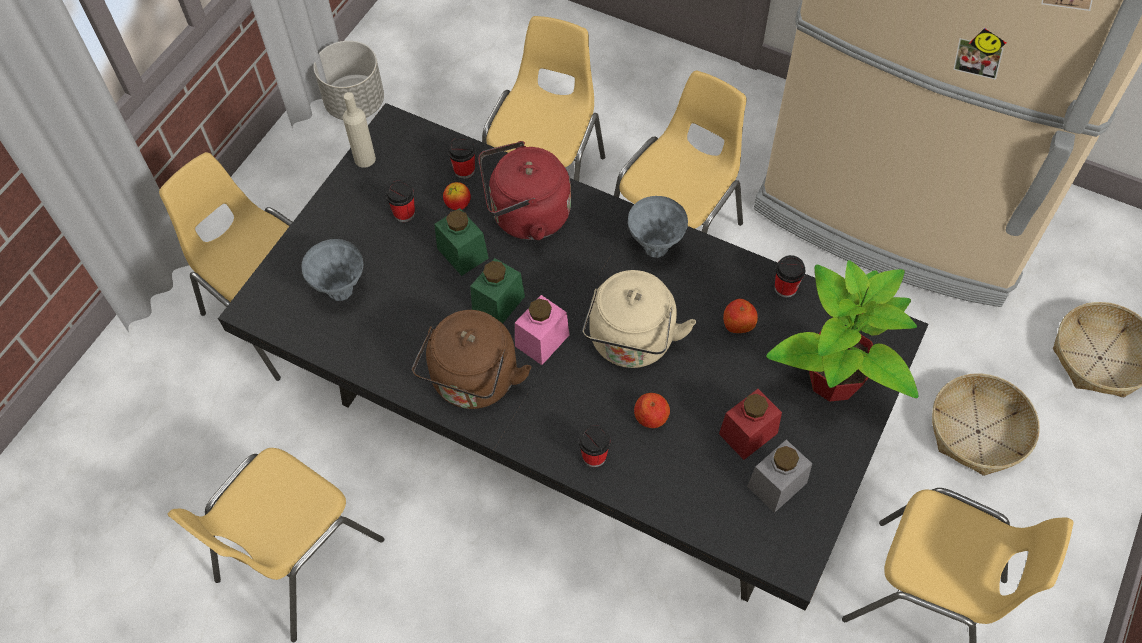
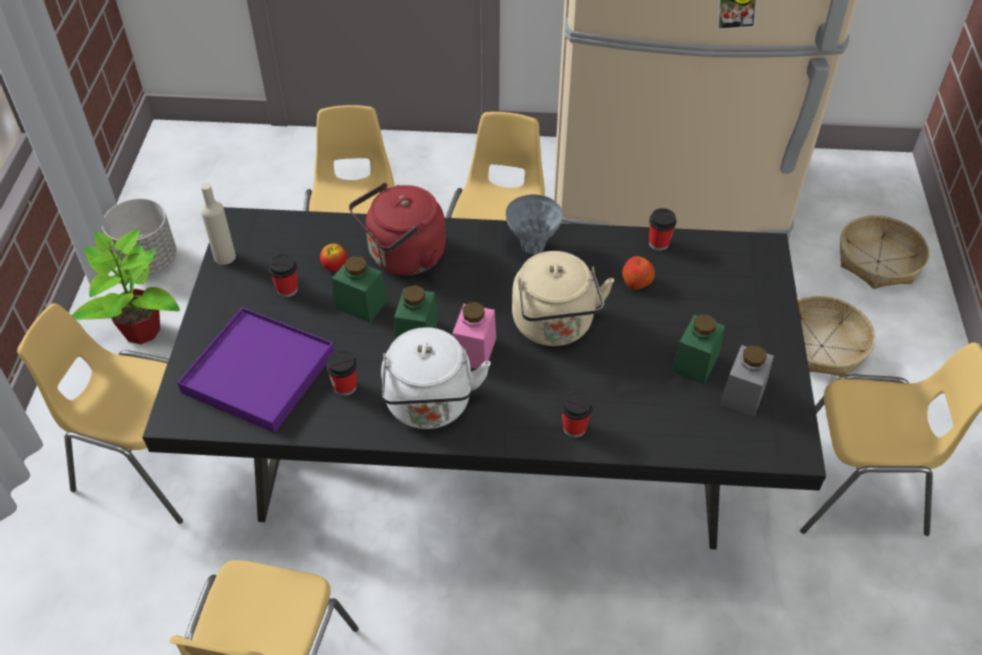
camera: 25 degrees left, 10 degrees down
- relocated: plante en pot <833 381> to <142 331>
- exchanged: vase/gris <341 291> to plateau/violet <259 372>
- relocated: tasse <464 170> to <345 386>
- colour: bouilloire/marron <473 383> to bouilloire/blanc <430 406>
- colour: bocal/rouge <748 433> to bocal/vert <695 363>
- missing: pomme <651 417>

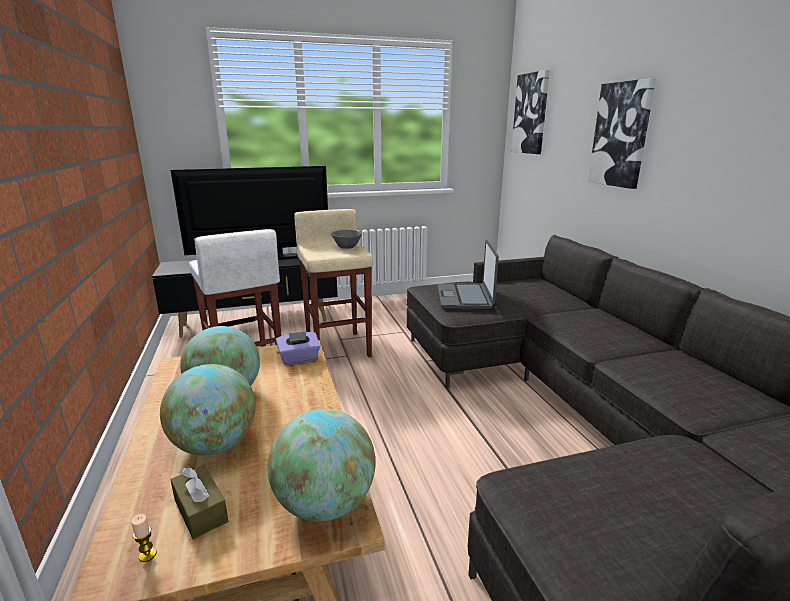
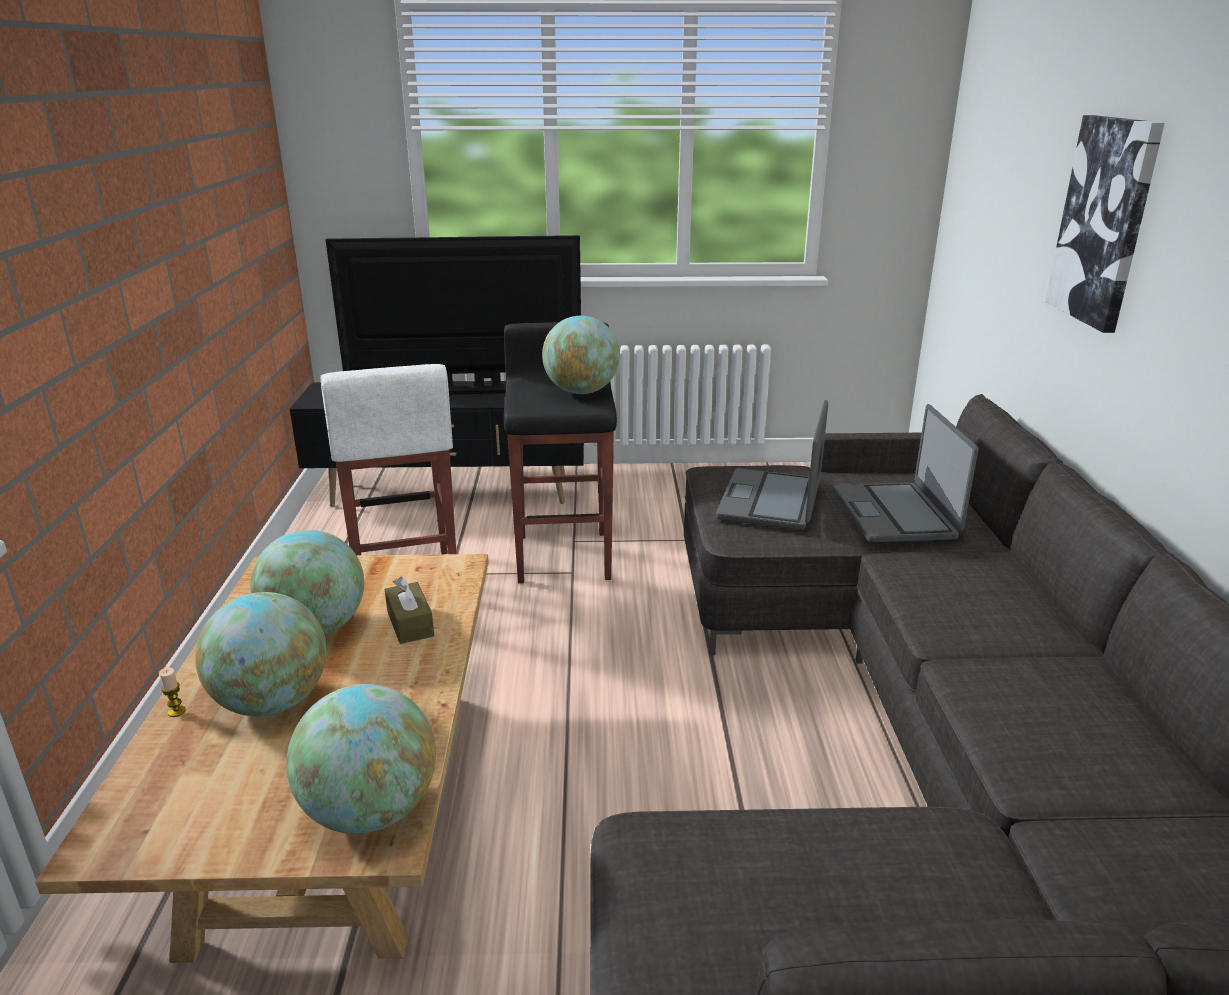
camera: 15 degrees right, 5 degrees up
- relocated: bougie <147 555> to <176 711>
- relocated: boîte à mouchoirs/marron <201 510> to <410 624>
- colour: tabouret/beige <338 347> to tabouret/noir <565 555>
- exchanged: bol/gris <346 247> to globe <581 392>
- appeared: ordinateur portable <895 514>
- missing: boîte à mouchoirs/violet <299 358>
- missing: tableau <531 114>

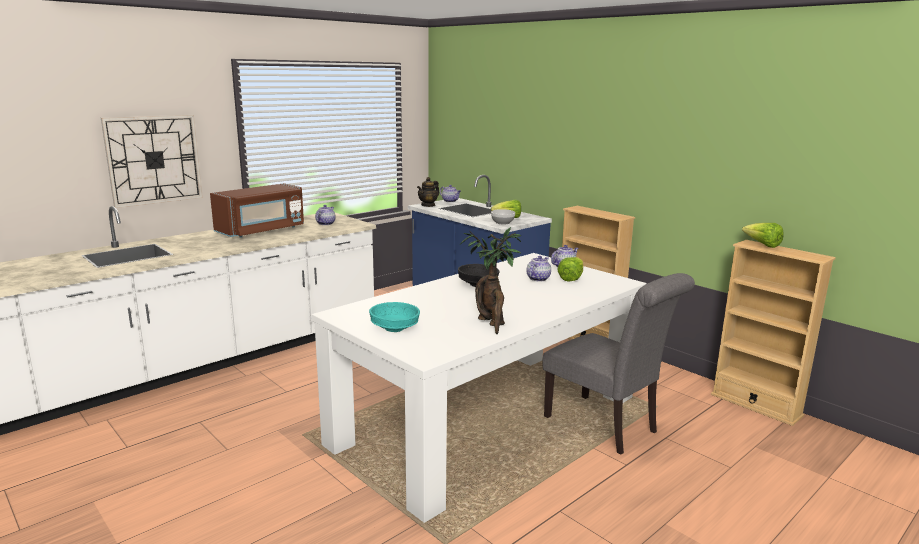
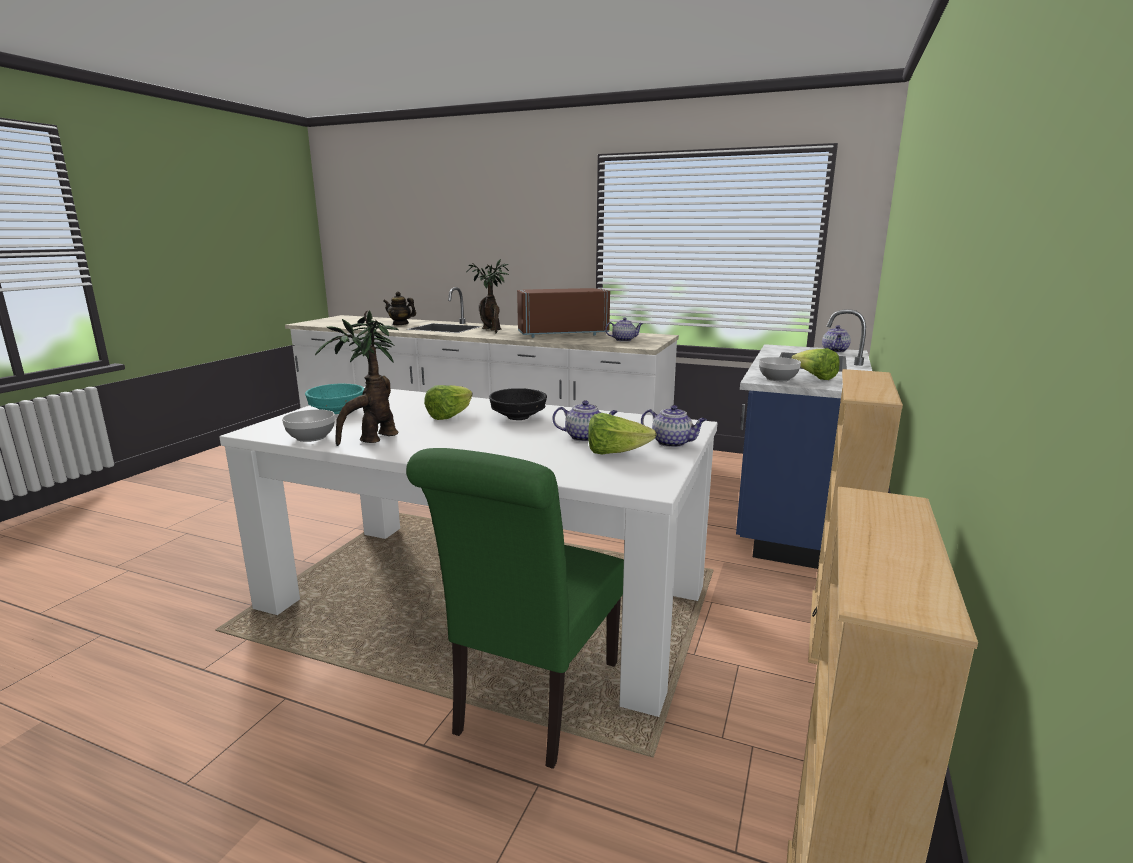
camera: 65 degrees right, 0 degrees up
- appeared: bol <311 437>
- relocated: théière <428 205> to <400 324>
- colour: chaise/gris <606 426> to chaise/vert <532 703>
- relocated: laitue <762 245> to <449 416>
- appeared: plante en pot <492 330>
- spun: micro-ondes/marron <261 230> = <562 334> 150 degrees clockwise
- missing: horloge murale <154 160>

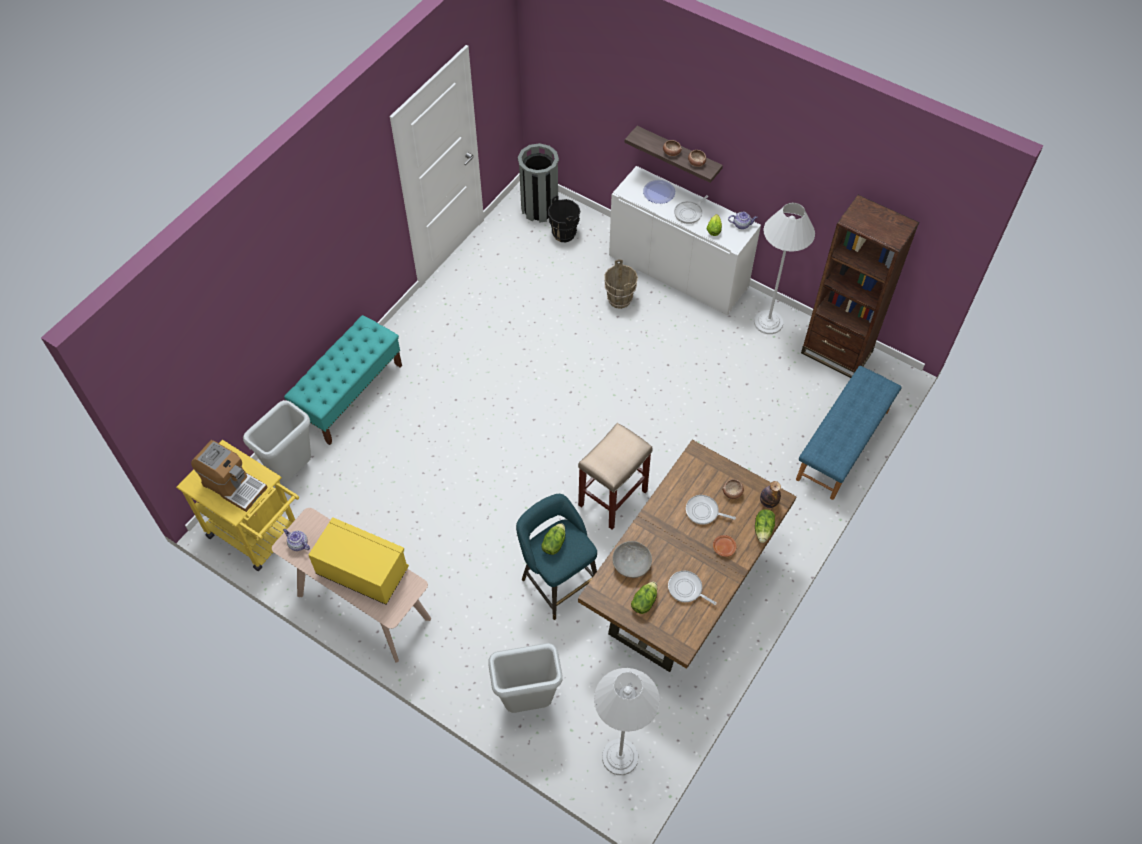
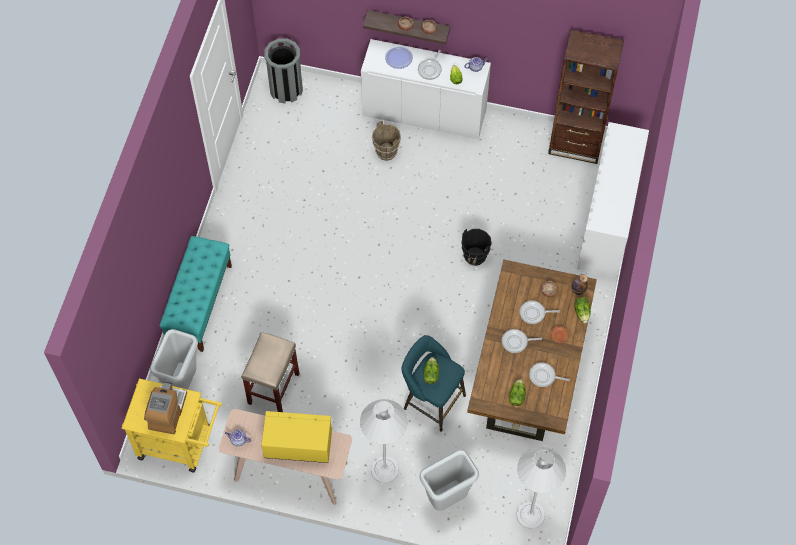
camera: 20 degrees left, 5 degrees up
- spun: machine à café <234 486> = <167 412> 90 degrees counterclockwise
- relocated: tabouret/beige <613 497> to <273 388>
- relocated: lampadaire/blanc <768 322> to <384 470>
- relocated: seau/noir <564 234> to <475 256>
- appeared: poêle <516 342>
- exchanged: banc/bleu <843 445> to meuble de rangement/blanc <607 221>
- missing: bol/gris <631 564>

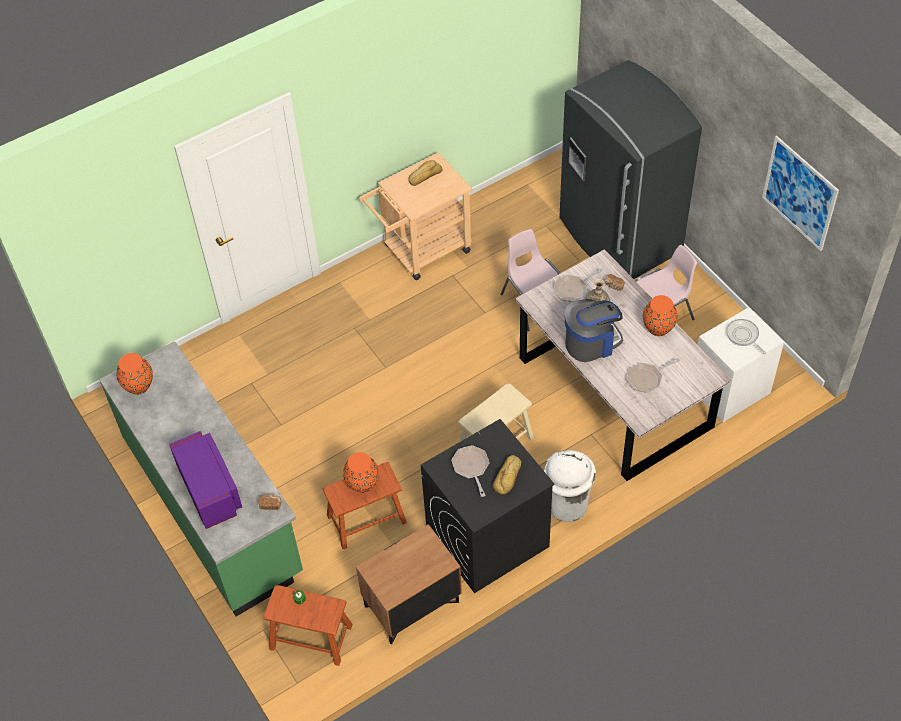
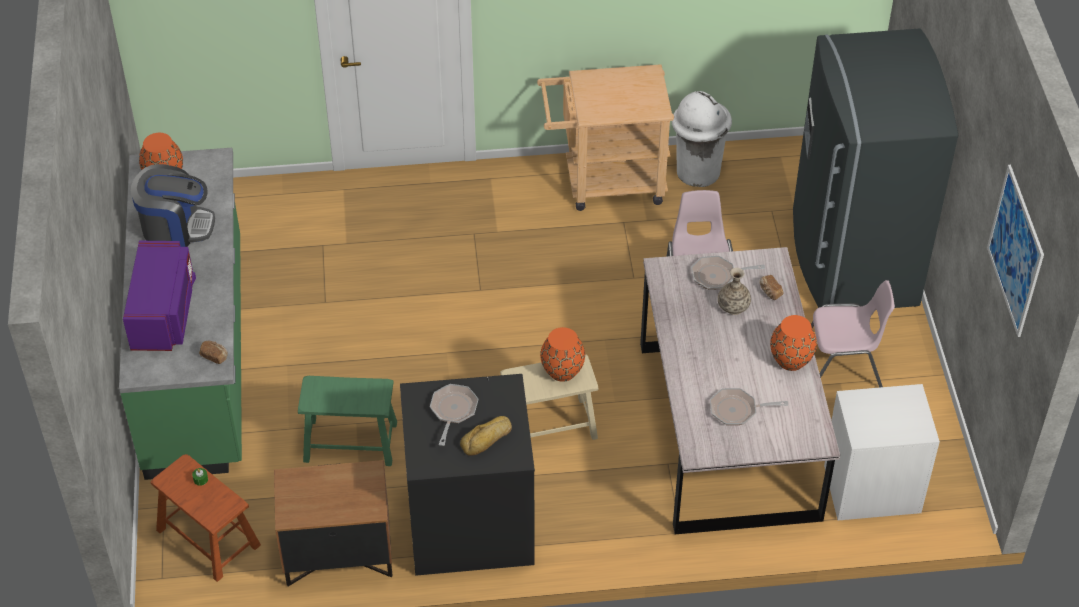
camera: 25 degrees right, 5 degrees down
- relocated: machine à café <591 343> to <176 227>
- colour: tabouret/marron <366 518> to tabouret/vert <350 441>
- relocated: vase/orange <362 483> to <562 371>
- relocated: poubelle/blanc <567 505> to <697 171>
- missing: pain <424 175>
- missing: poêle <743 336>

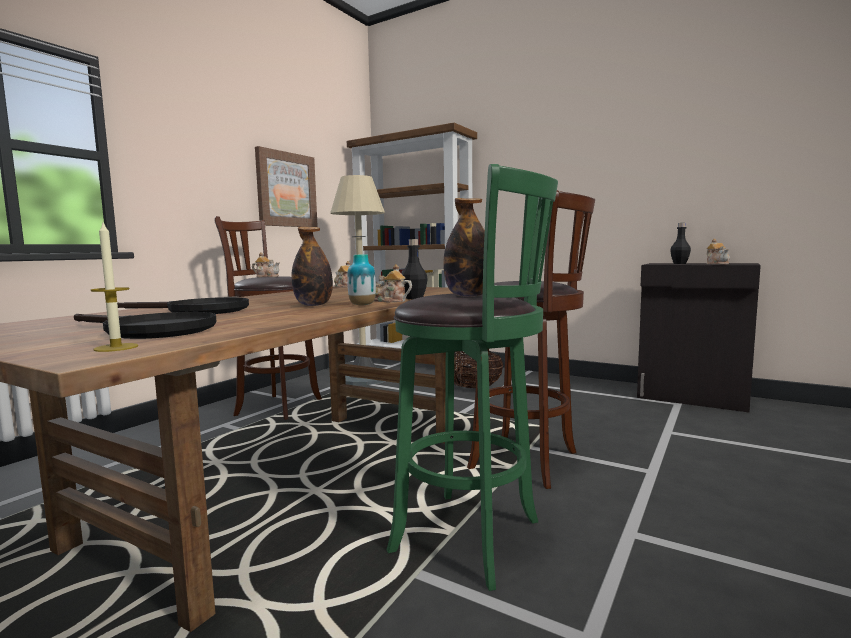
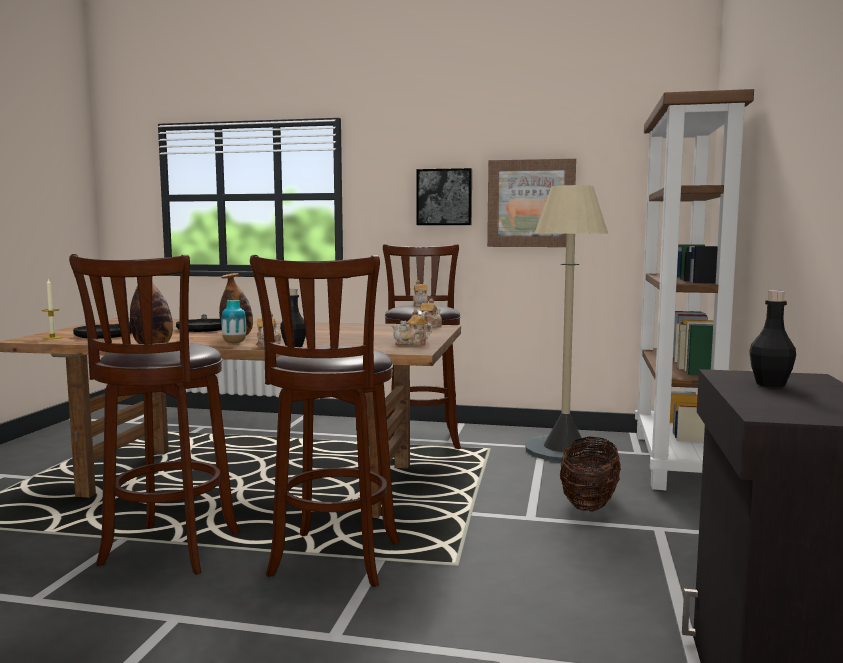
camera: 70 degrees right, 0 degrees up
- colour: tabouret/vert <474 538> to tabouret/marron <167 552>
- relocated: théière <717 264> to <412 343>
- appeared: tableau <444 197>

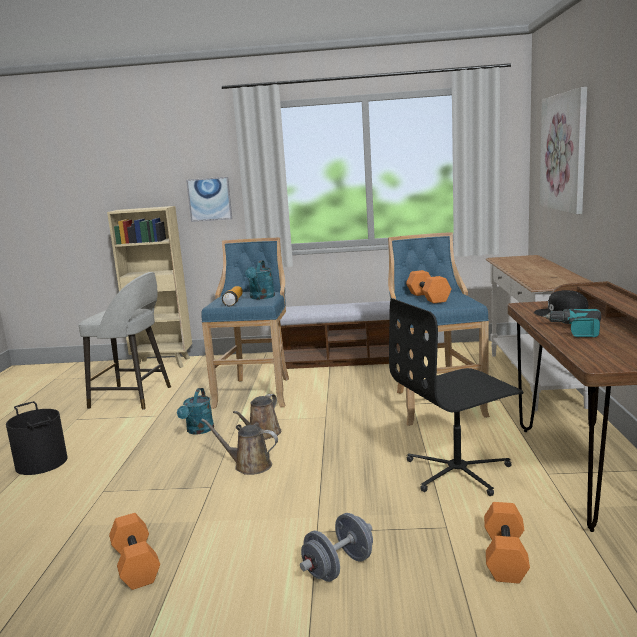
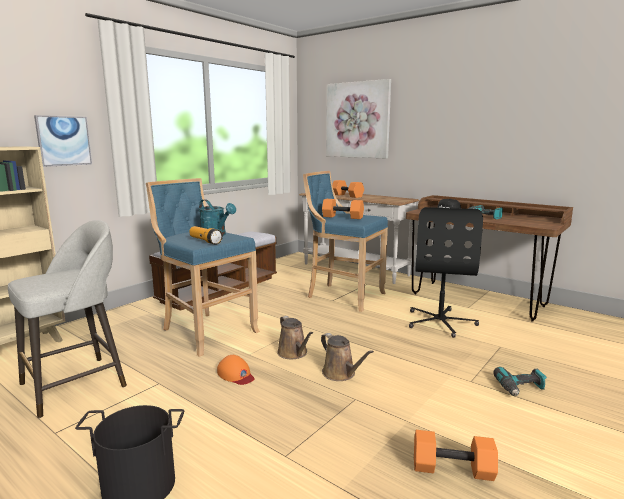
camera: 55 degrees left, 0 degrees up
- exchanged: arrosoir/turquoise <198 431> to casquette/orange <236 374>
- spun: arrosoir/marron <249 465> = <341 374> 90 degrees counterclockwise
- relocated: haltère/orange <503 555> to <346 196>
- exchanged: haltère/gris <339 567> to perceuse <521 388>

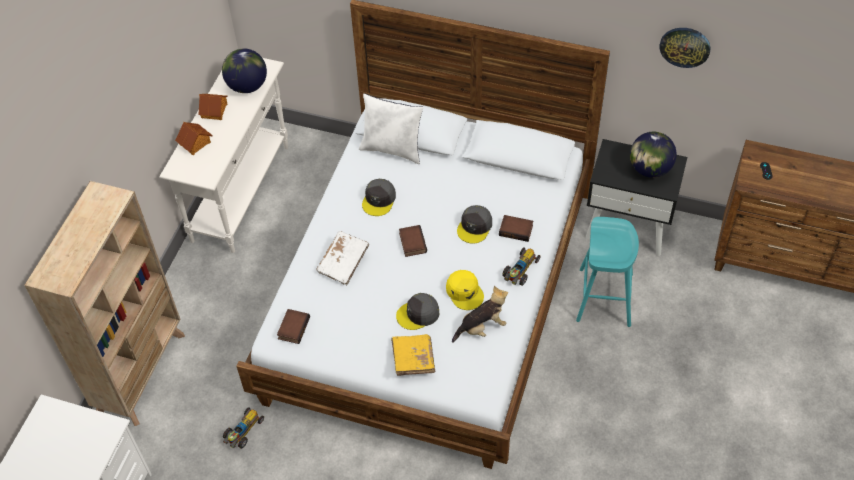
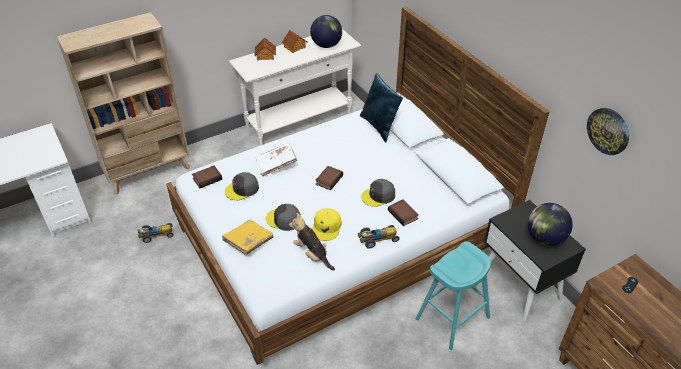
camera: 40 degrees right, 10 degrees down
- relocated: casquette/gris <379 200> to <242 189>
- spun: peluche <482 327> = <312 254> 150 degrees counterclockwise
- colour: coussin/blanc <393 149> to coussin/bleu <380 126>

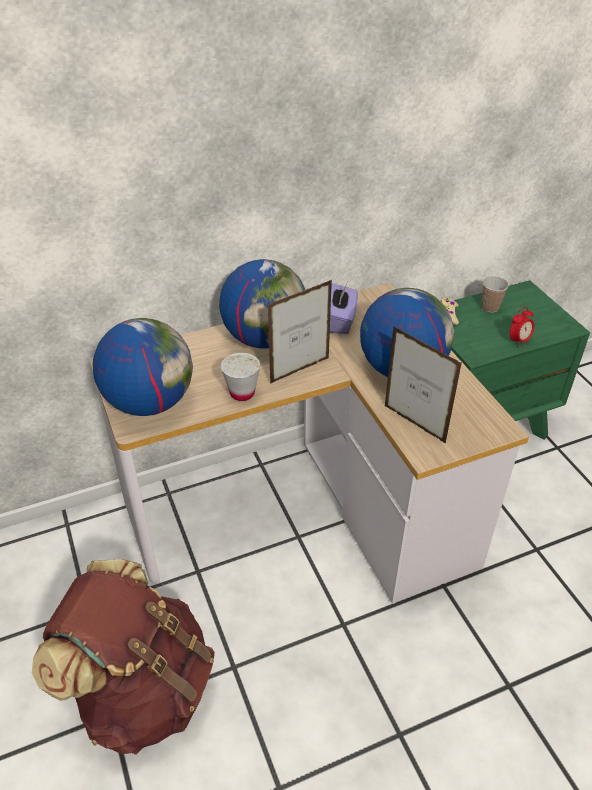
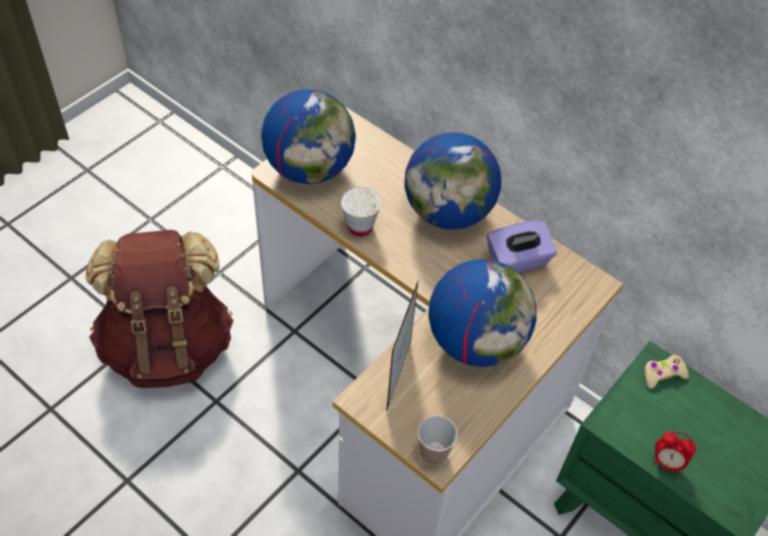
camera: 60 degrees right, 10 degrees up
- relocated: tasse <490 307> to <433 453>
- missing: cadre photo <300 370>

